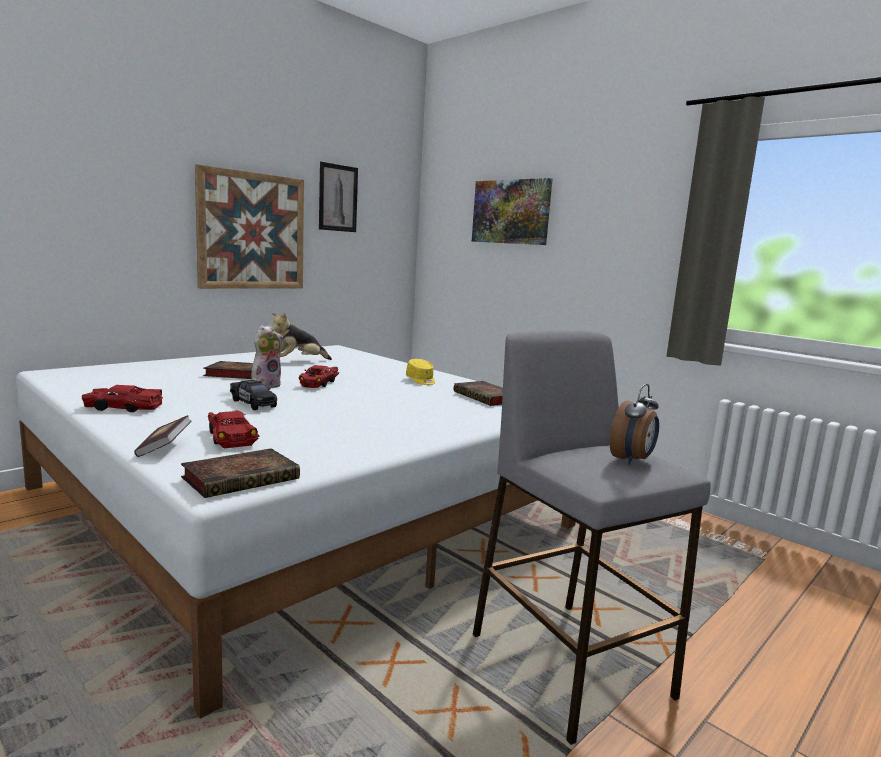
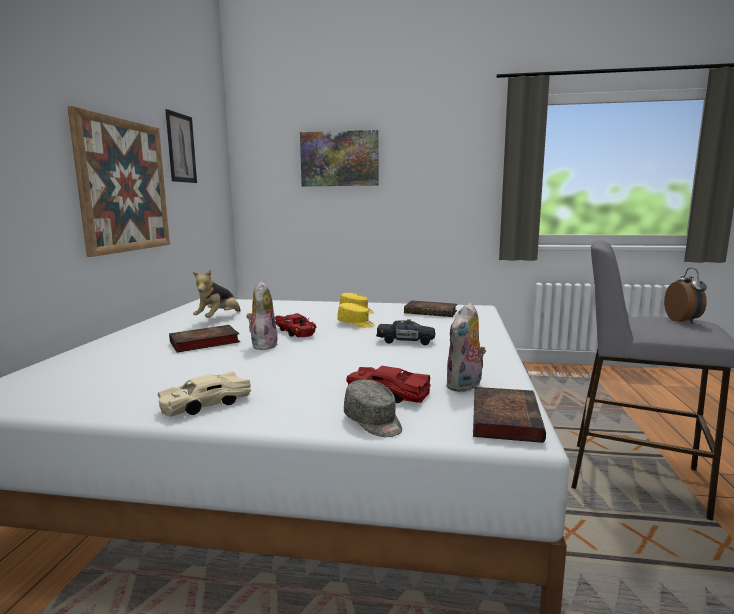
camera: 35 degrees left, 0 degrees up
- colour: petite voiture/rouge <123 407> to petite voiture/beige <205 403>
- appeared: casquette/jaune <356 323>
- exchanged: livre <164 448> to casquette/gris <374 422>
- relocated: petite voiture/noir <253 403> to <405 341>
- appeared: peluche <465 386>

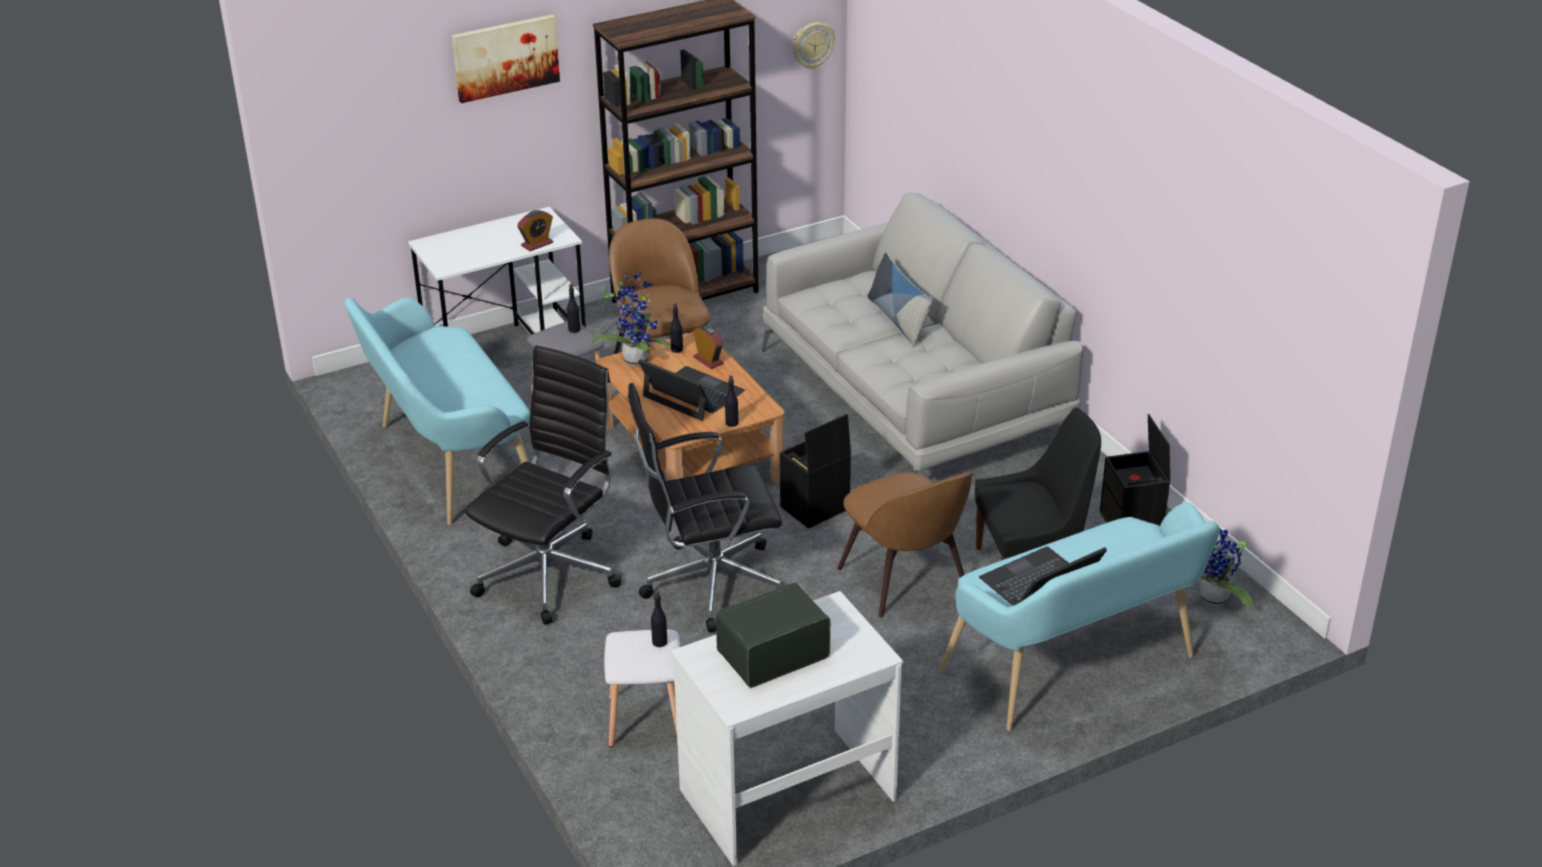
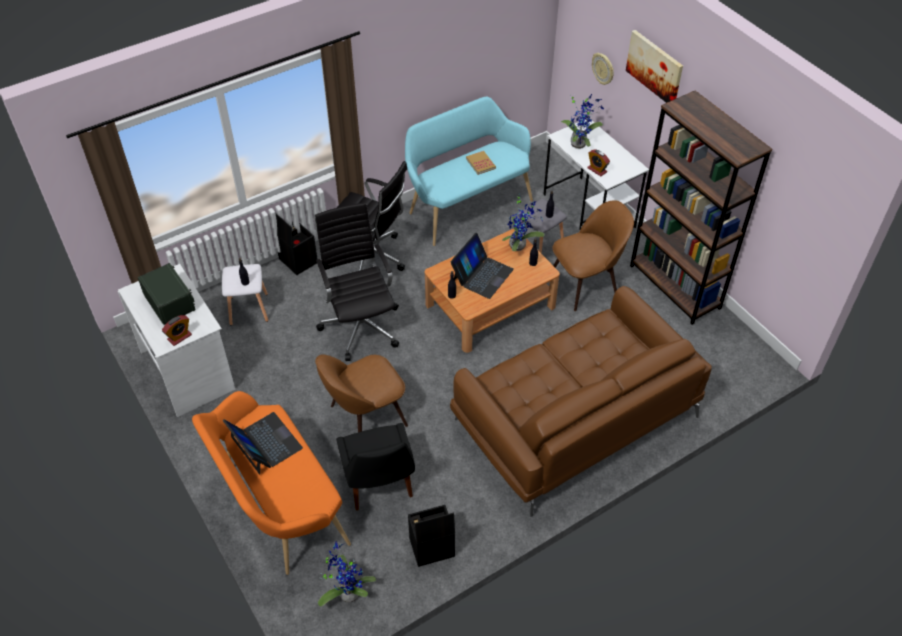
camera: 85 degrees right, 15 degrees up
- relocated: réveil <708 360> to <179 337>
- colour: banc/turquoise <1077 670> to banc/orange <278 507>
- relocated: boîte de rangement/noir <814 509> to <297 260>
- colour: canapé/gris <915 396> to canapé/marron <574 419>
- appeared: livre <480 163>
- appeared: plante en pot <579 143>
- relocated: horloge murale <812 45> to <603 69>
- missing: coussin <898 320>

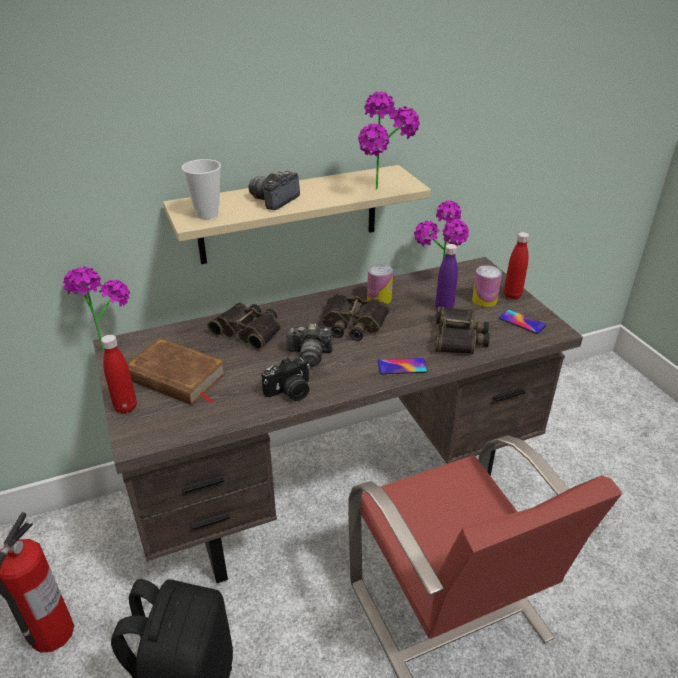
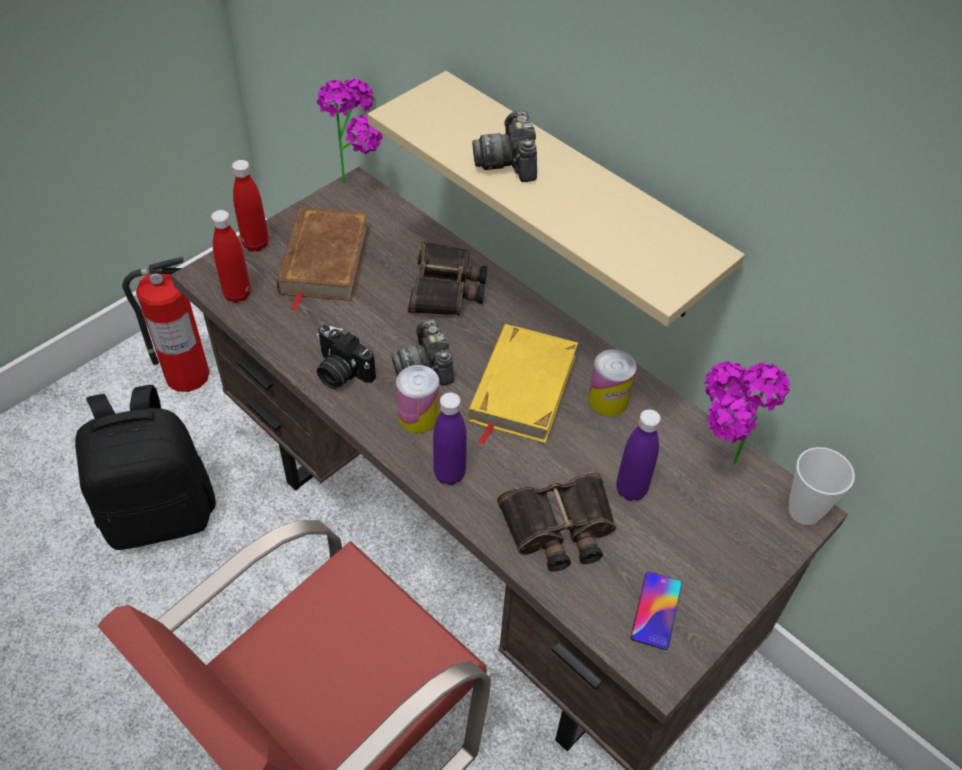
camera: 65 degrees right, 15 degrees up
- relocated: bouteille/rouge <512 295> to <237 294>
- relocated: boîte métallique <484 300> to <418 416>
- exchanged: téléphone <402 366> to bouteille/violet <449 474>
- exchanged: jumelles <352 324> to livre/jaune <522 388>
- spun: appareil photo <275 200> = <509 162> 105 degrees counterclockwise
- relocated: tasse <207 214> to <804 511>
- missing: plante en pot <384 192>

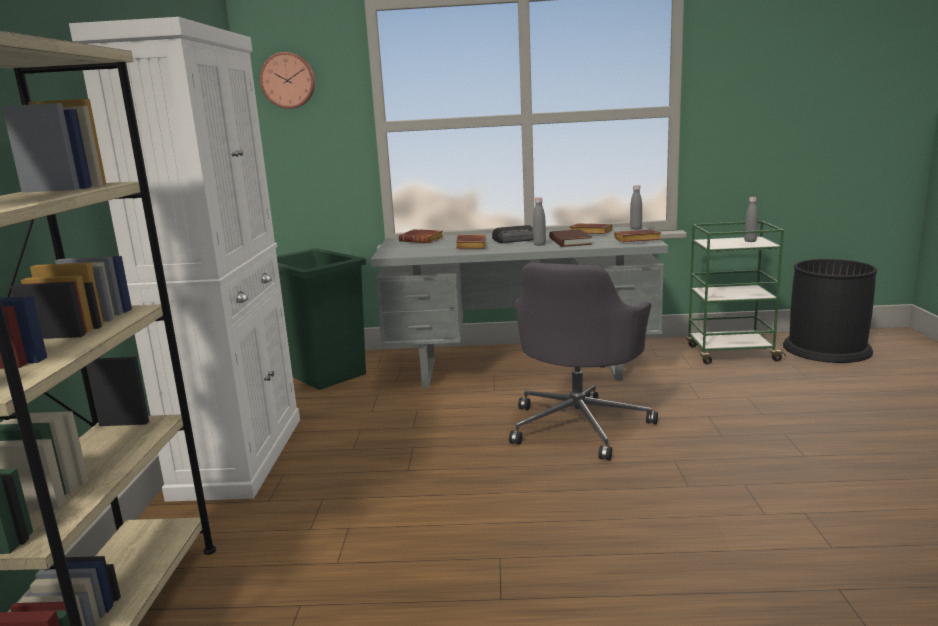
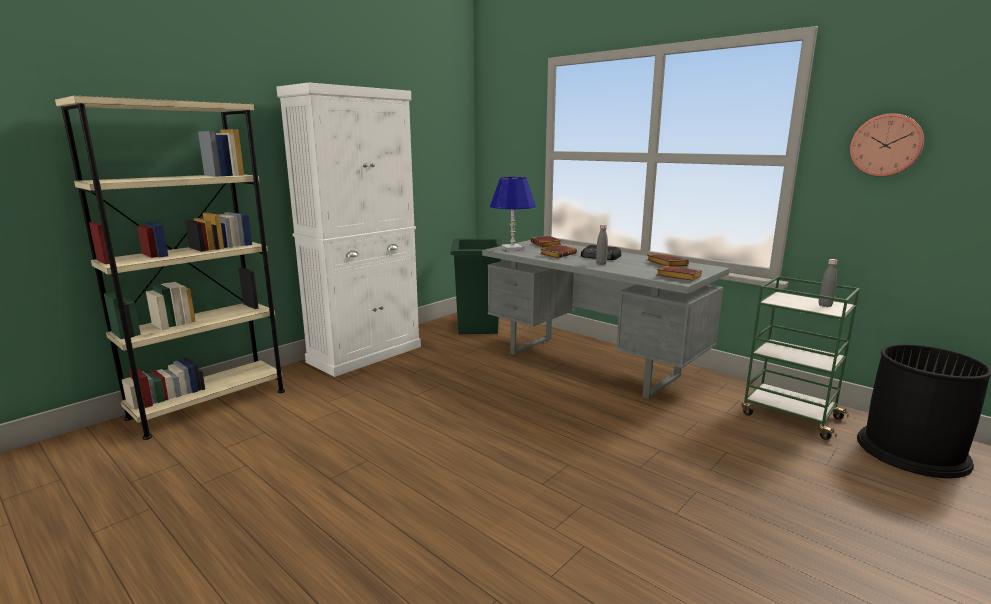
camera: 40 degrees right, 0 degrees up
- appeared: lampe de table/bleu <512 248>
- relocated: horloge murale <288 80> to <886 145>
- missing: chaise de bureau/gris <579 425>
- missing: livre/marron <570 241>
- missing: bouteille/gris <635 229>

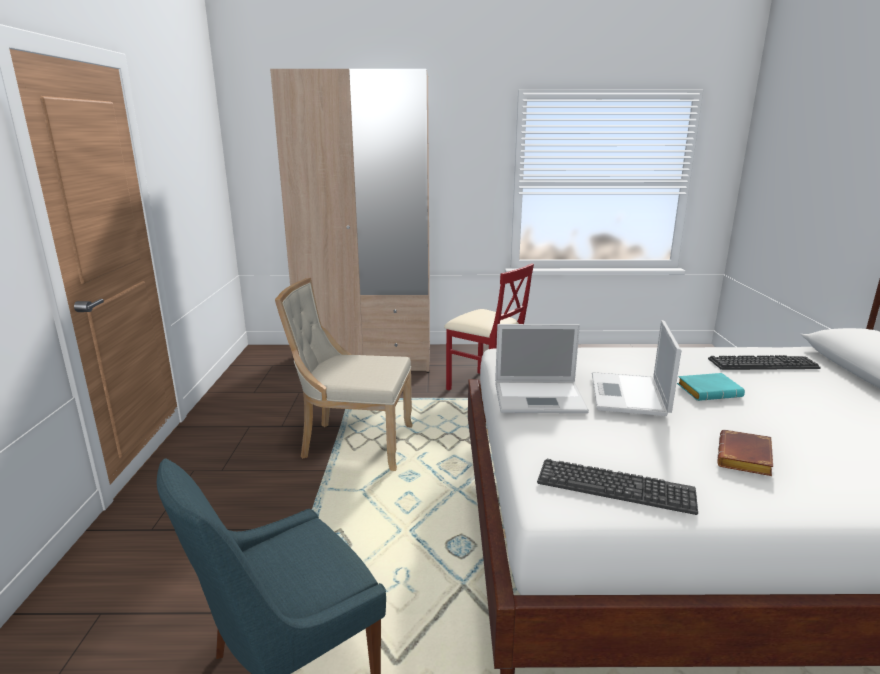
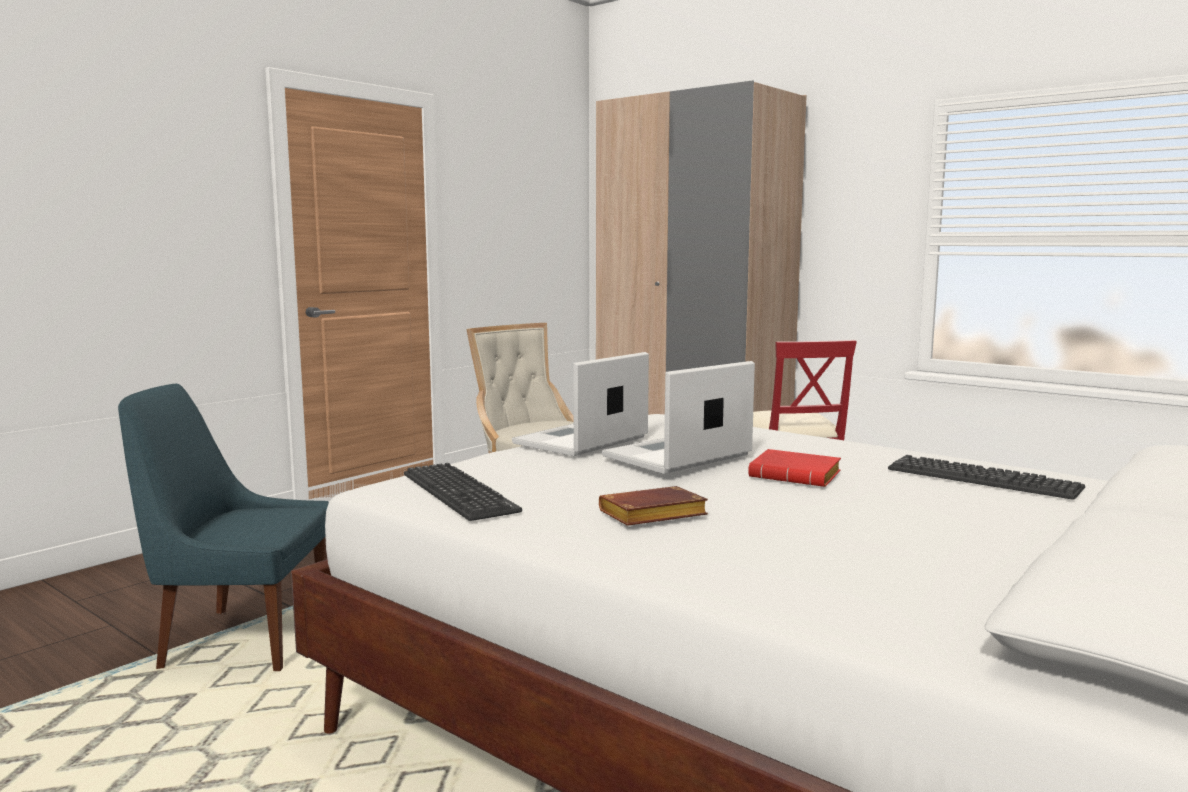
camera: 40 degrees right, 10 degrees down
- spun: ordinateur portable <541 397> = <579 441> 90 degrees clockwise
- colour: livre/turquoise <709 391> to livre/rouge <797 476>

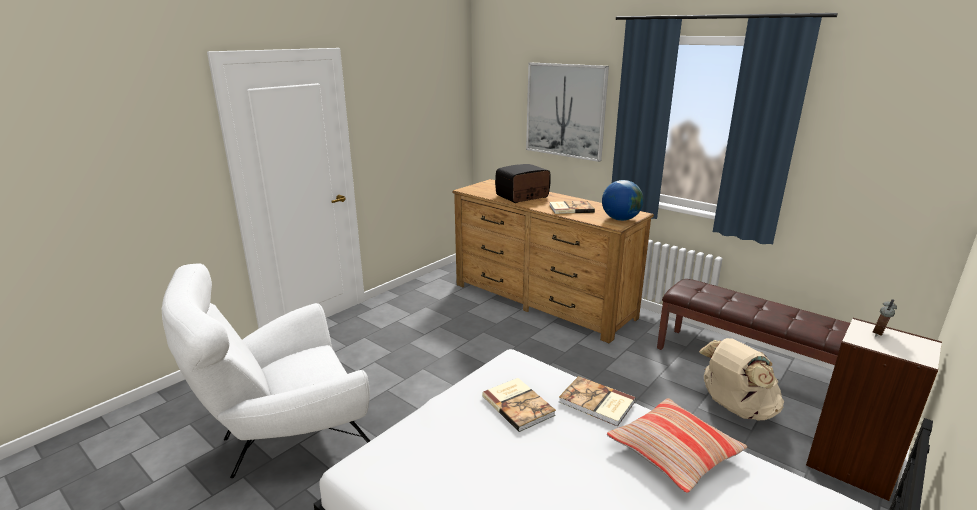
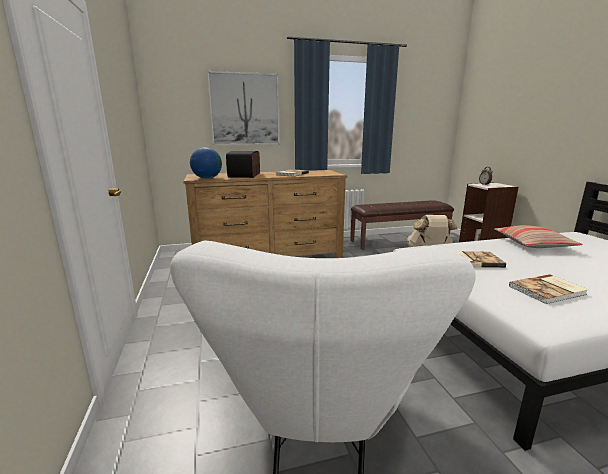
camera: 55 degrees left, 5 degrees down
- relocated: globe <620 219> to <207 178>
- relocated: livre <596 403> to <548 291>

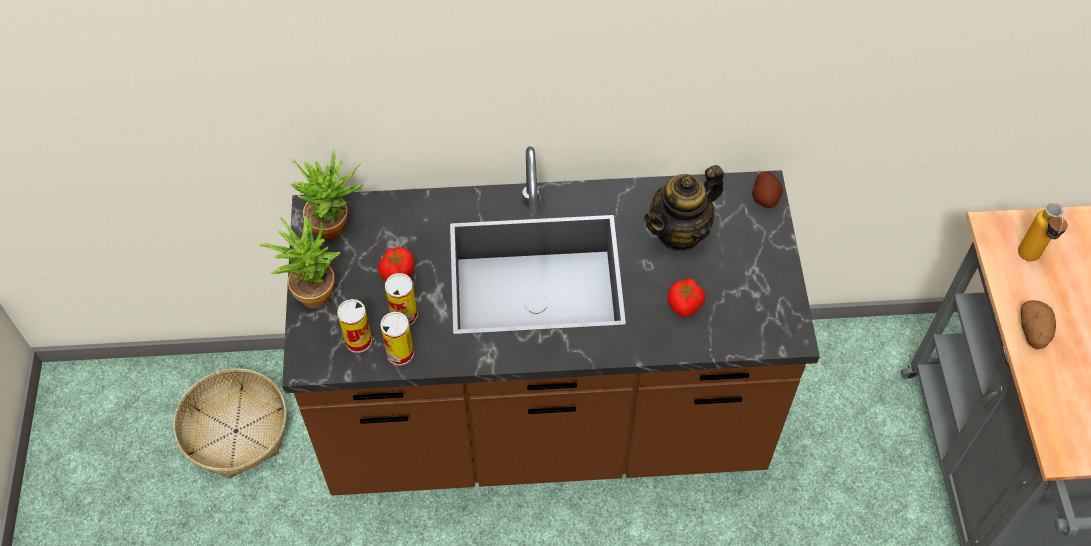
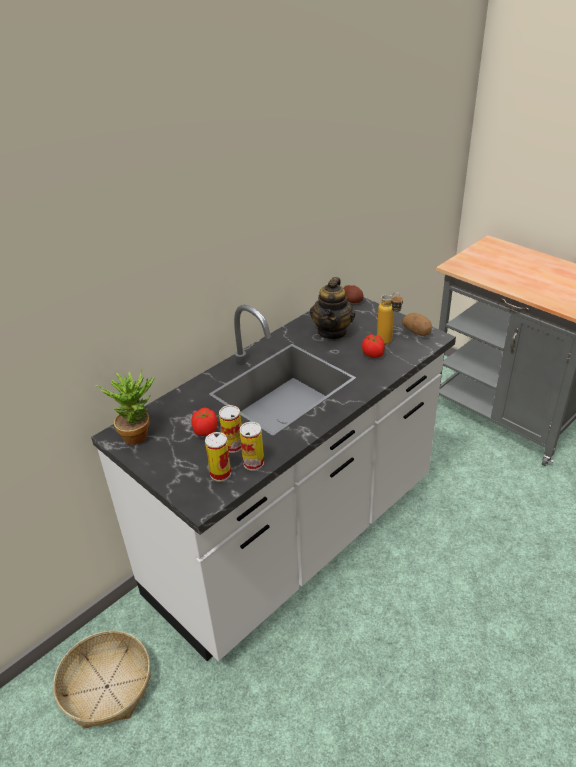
camera: 40 degrees left, 20 degrees down
- colour: comptoir de cuisine/marron <545 423> to comptoir de cuisine/blanc <295 539>
- relocated: bouteille <1029 261> to <388 343>
- relocated: pomme de terre <1033 332> to <417 332>
- missing: plante en pot <312 289>

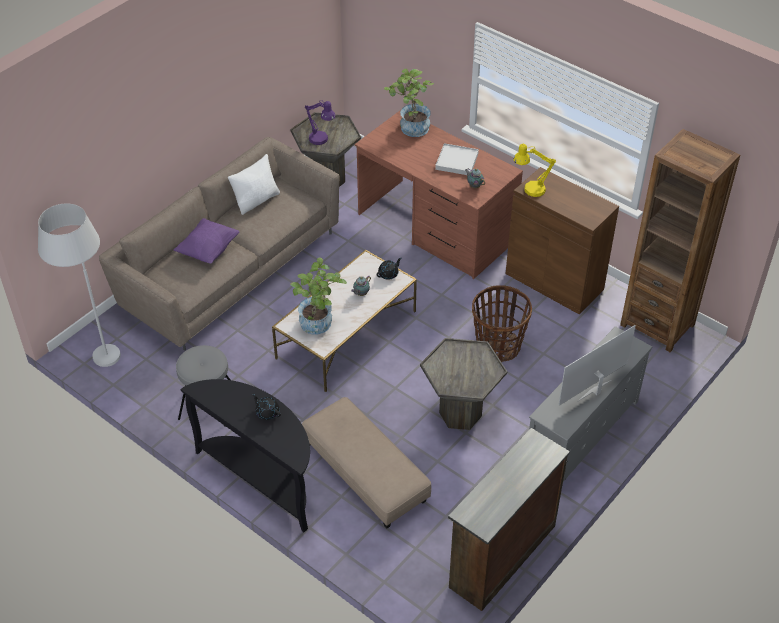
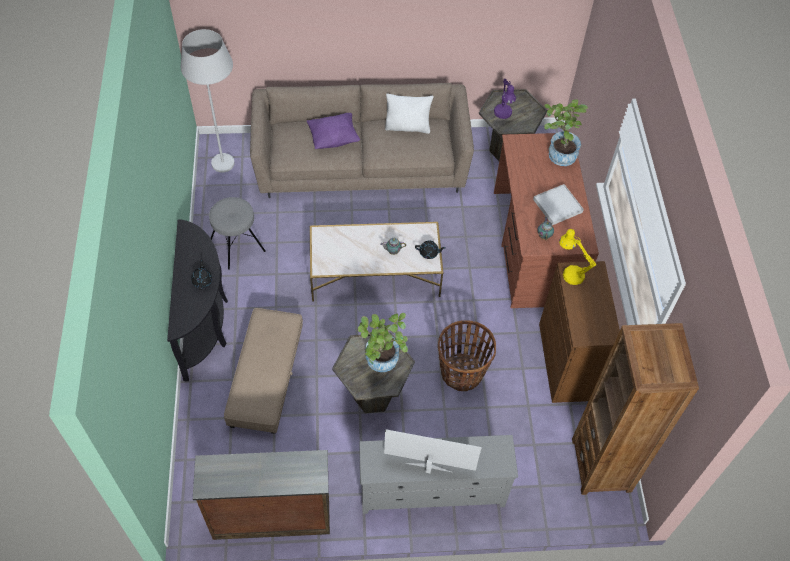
camera: 45 degrees right, 10 degrees up
- relocated: plante en pot <319 325> to <381 363>

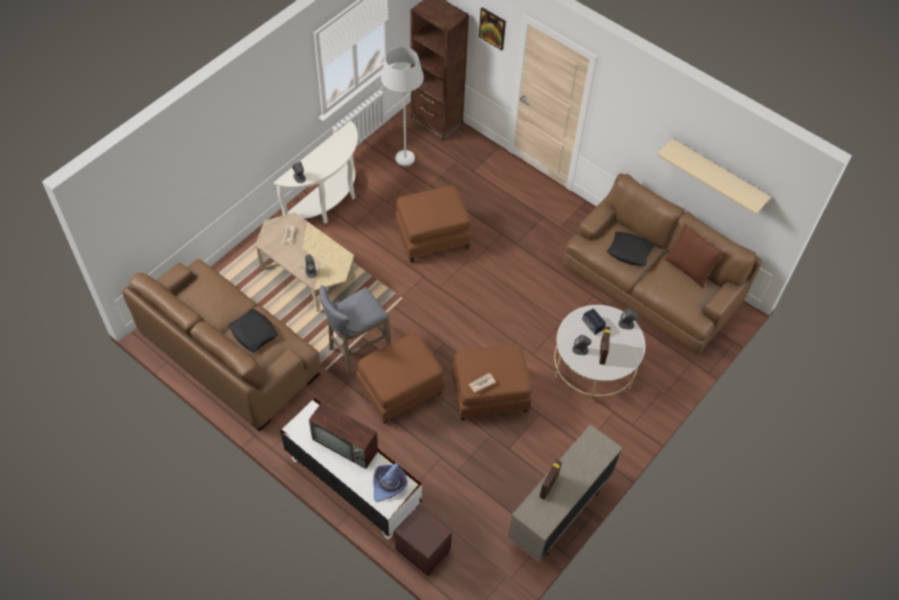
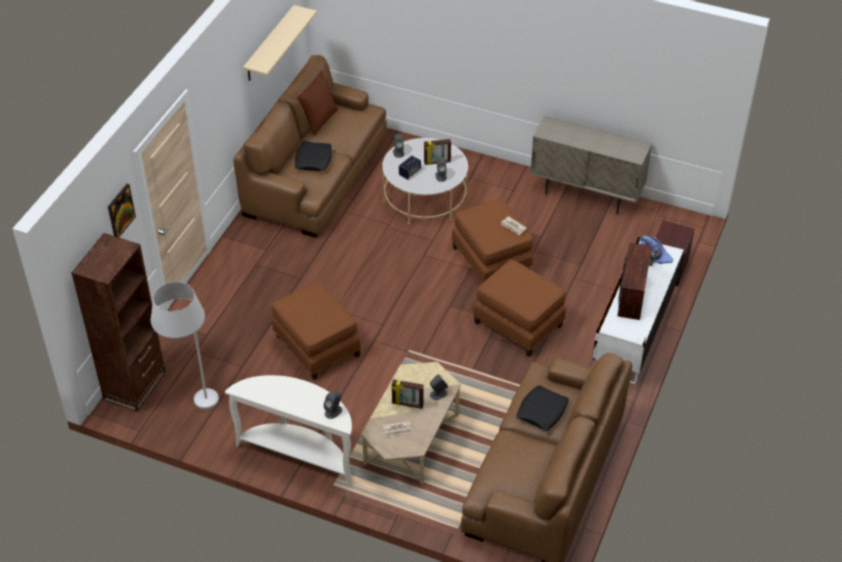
camera: 105 degrees left, 10 degrees down
- relocated: cadre photo <548 486> to <407 404>
- missing: tabouret/gris <356 351>

